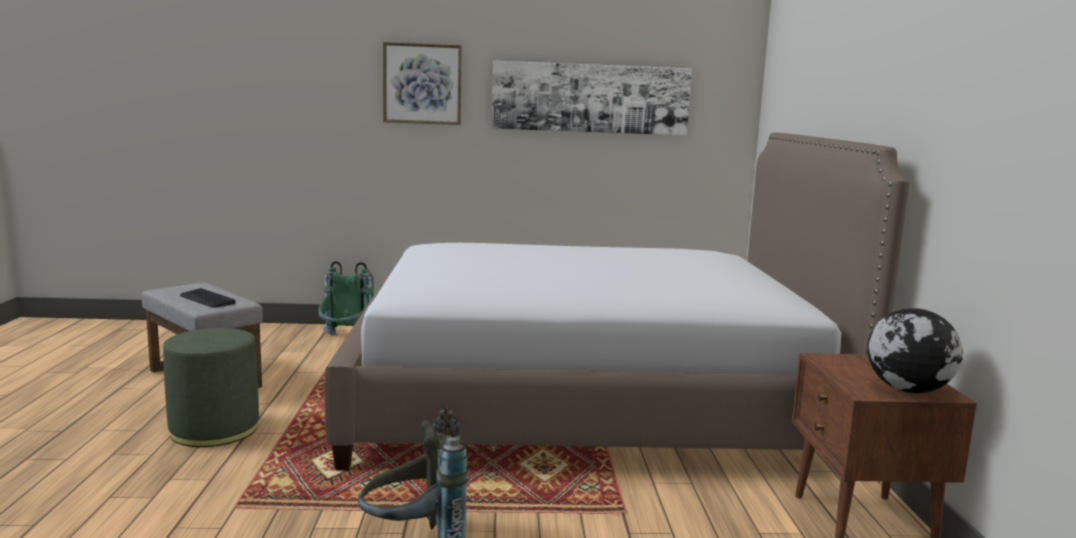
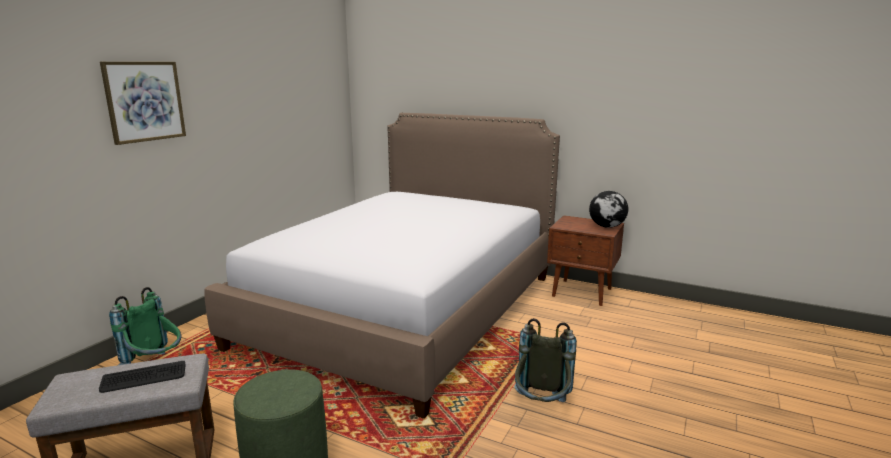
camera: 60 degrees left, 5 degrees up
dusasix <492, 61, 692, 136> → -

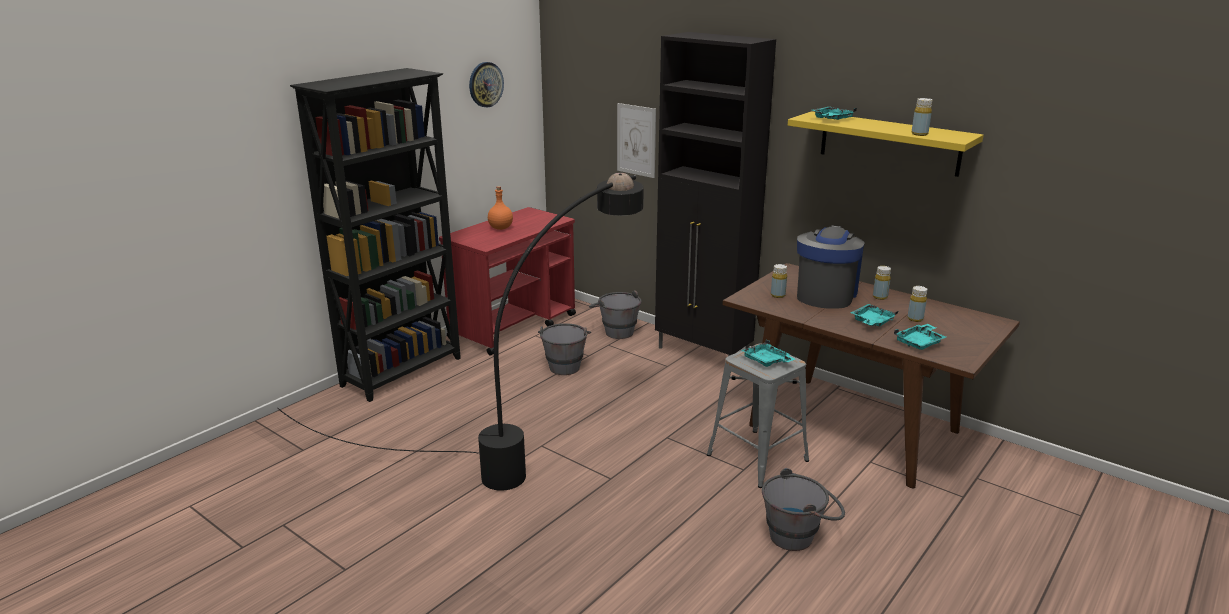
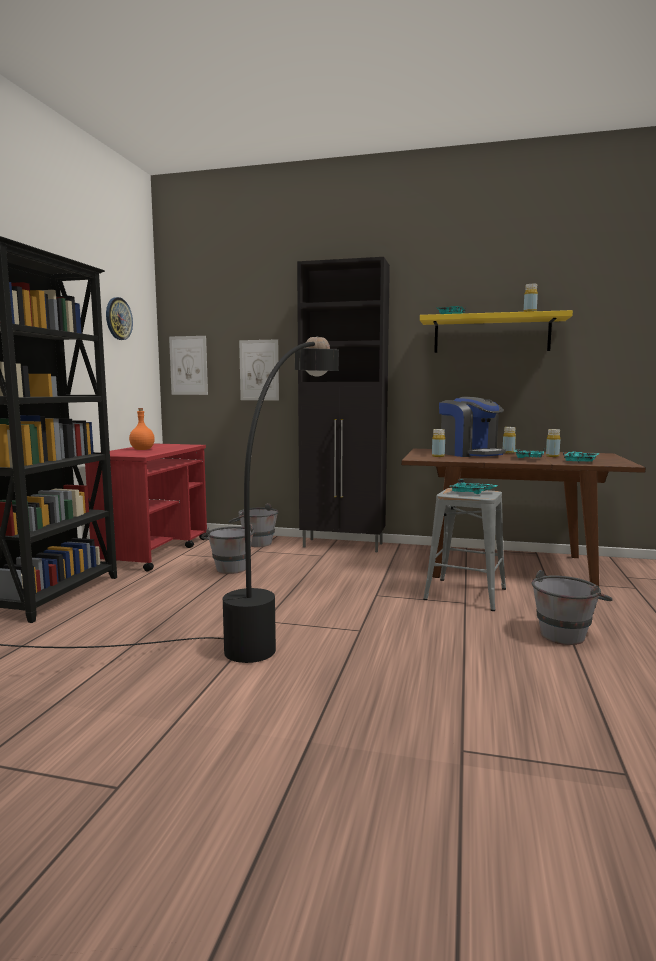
camera: 25 degrees left, 15 degrees down
- → dusasix <169, 336, 208, 395>
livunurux <797, 225, 865, 309> → livunurux <439, 397, 506, 457>, 150 degrees clockwise

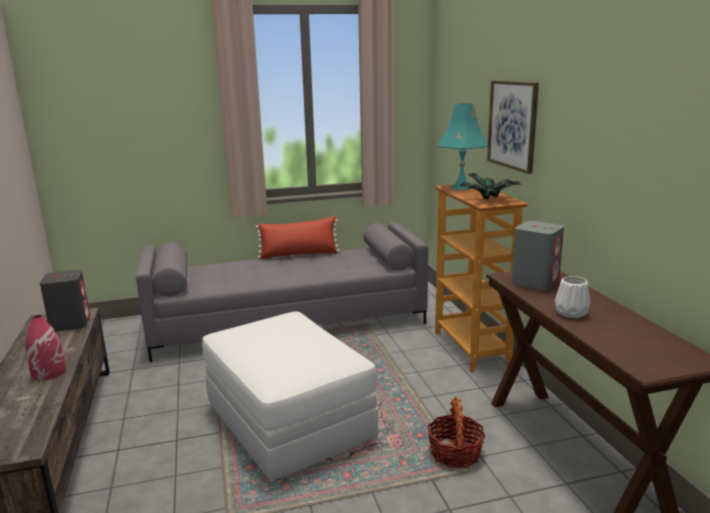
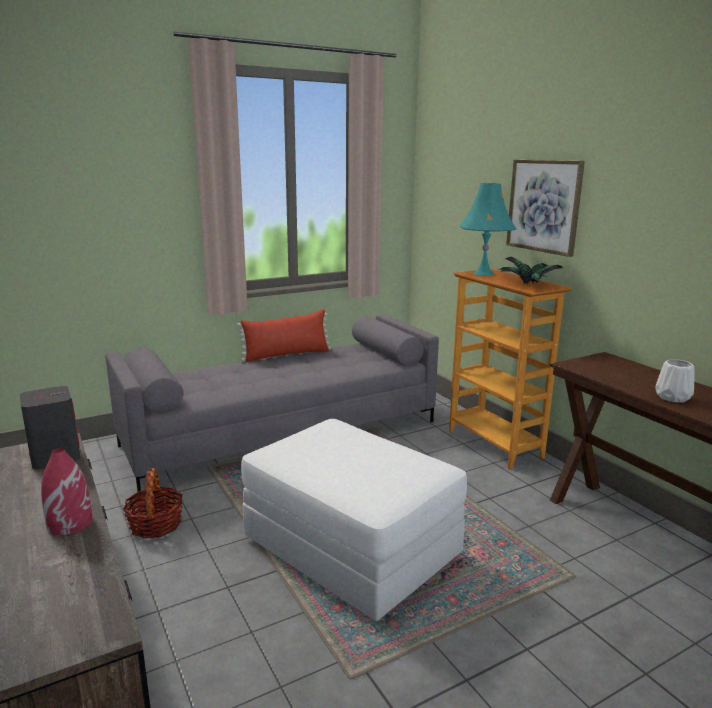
camera: 15 degrees left, 0 degrees up
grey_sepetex <512, 221, 564, 290> → -
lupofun <428, 397, 485, 468> → lupofun <123, 468, 183, 539>, move

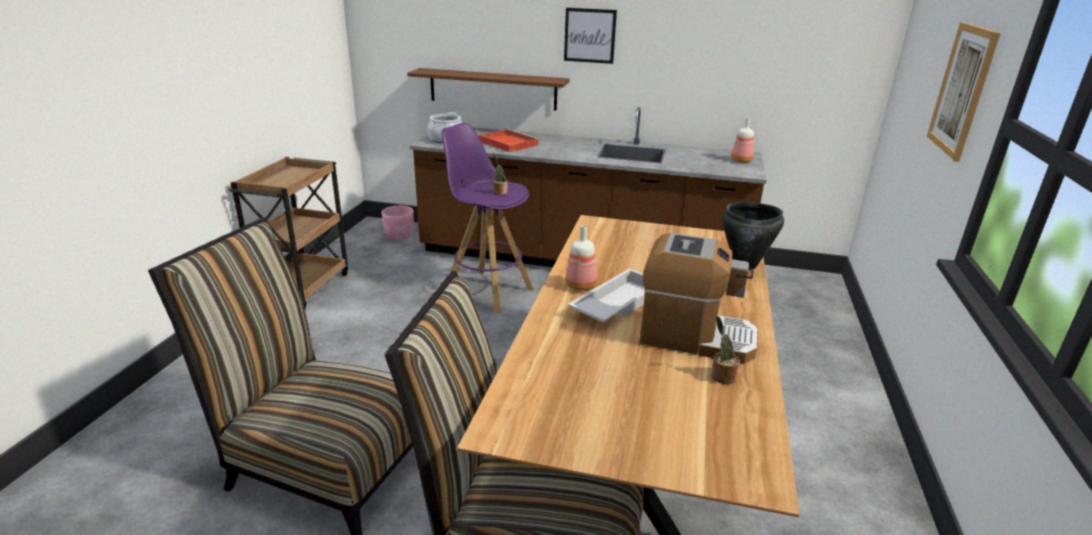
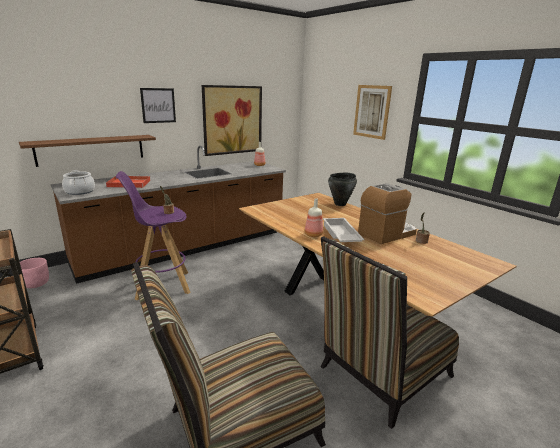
camera: 50 degrees left, 5 degrees down
- → dusasix <202, 85, 262, 156>

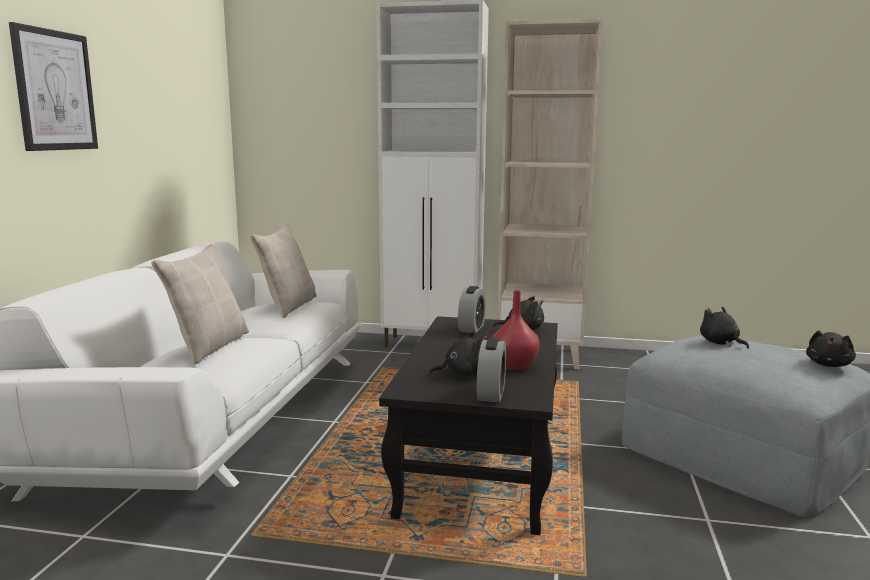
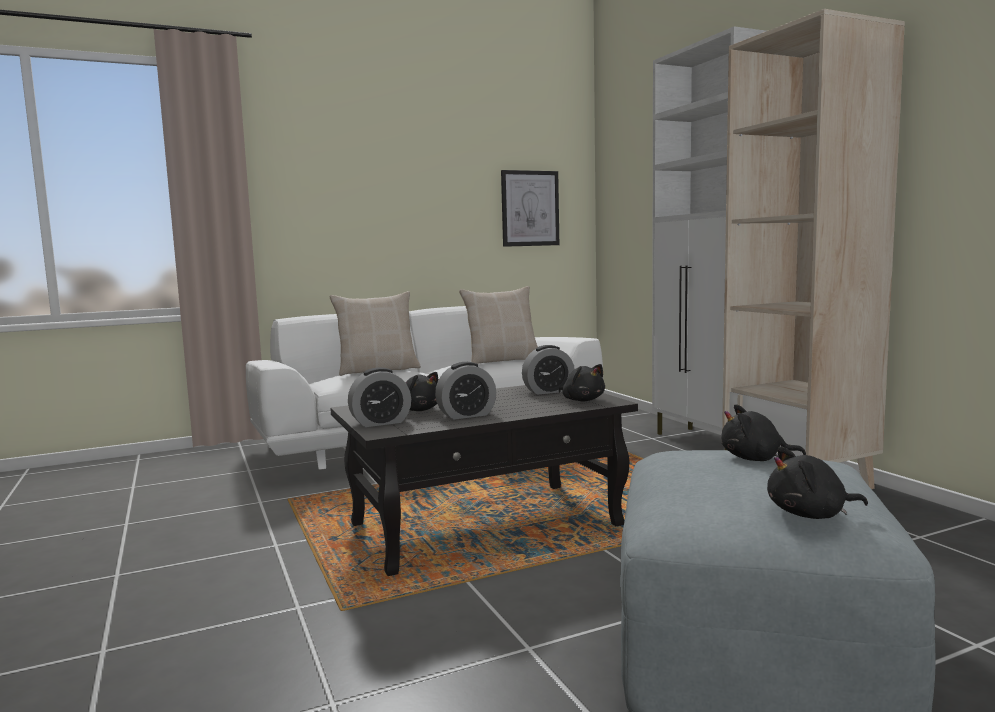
camera: 55 degrees right, 5 degrees down
dusasix <9, 22, 98, 151> → dusasix <501, 170, 559, 247>, move
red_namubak <492, 290, 539, 370> → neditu <435, 362, 496, 420>
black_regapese <700, 307, 749, 349> → black_regapese <721, 404, 806, 461>, 105 degrees counterclockwise

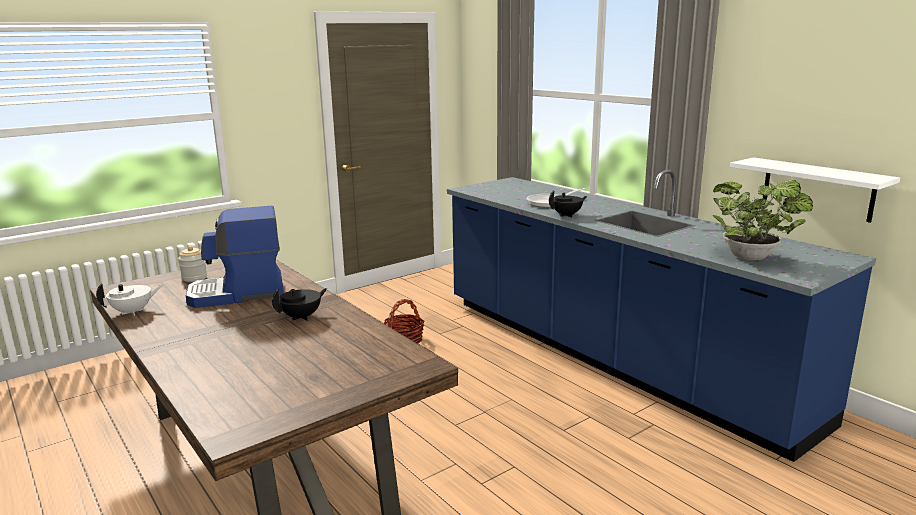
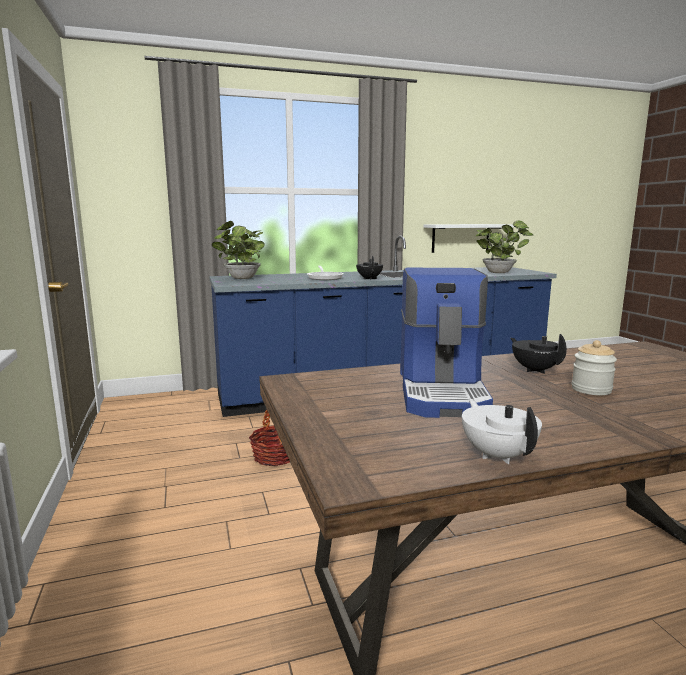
camera: 70 degrees left, 5 degrees down
- → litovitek <212, 221, 265, 279>
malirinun <178, 246, 207, 282> → malirinun <571, 340, 617, 395>, move

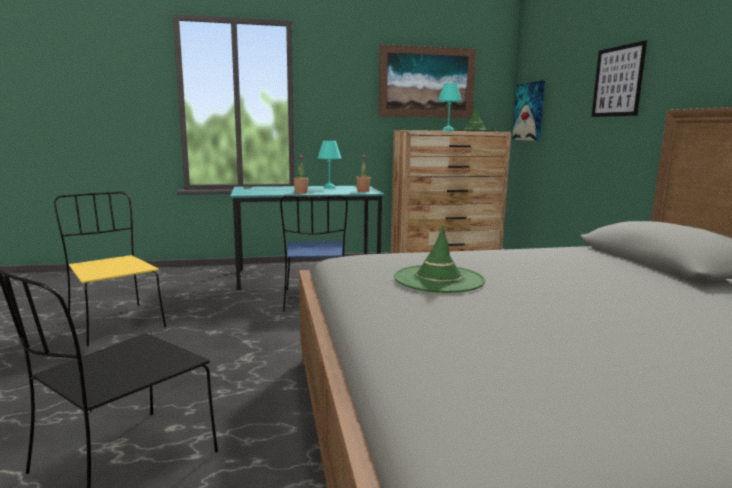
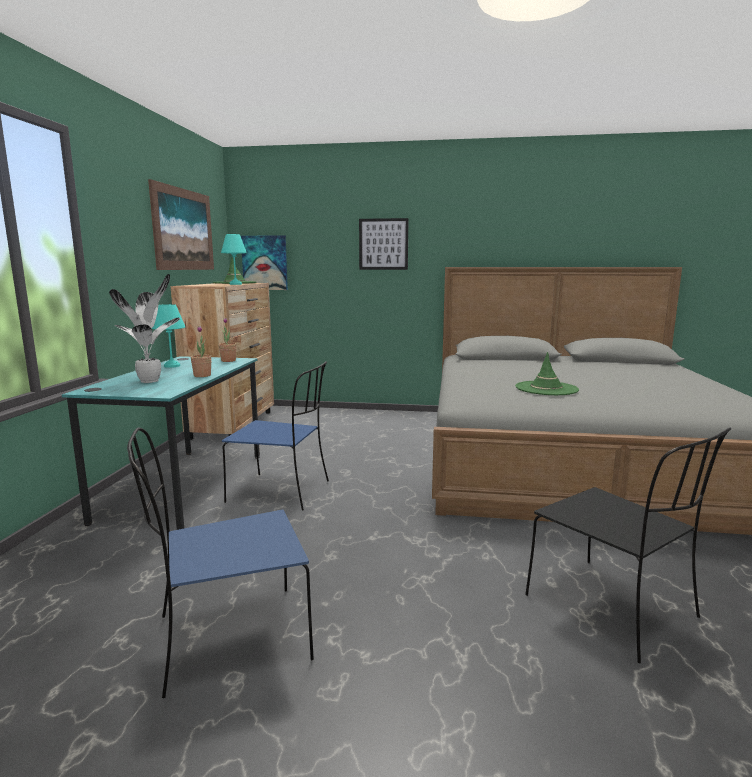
camera: 70 degrees left, 0 degrees up
- → litovitek <109, 274, 180, 383>
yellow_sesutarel <54, 192, 166, 346> → blue_sesutarel <127, 428, 314, 698>

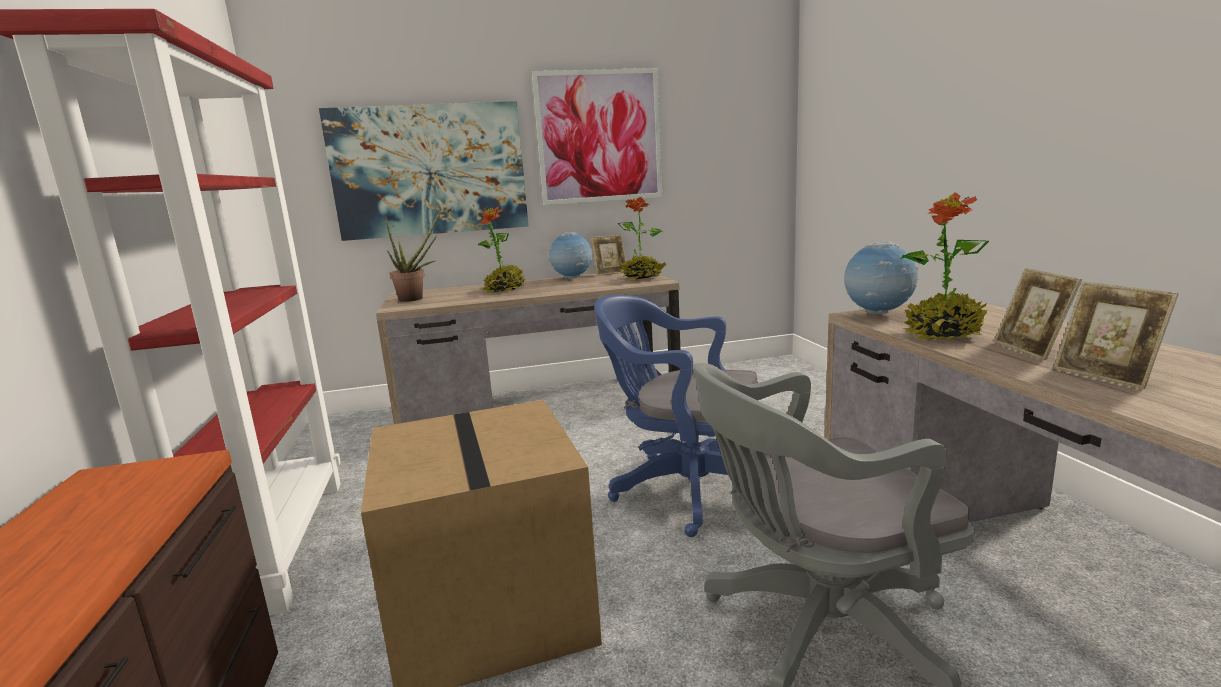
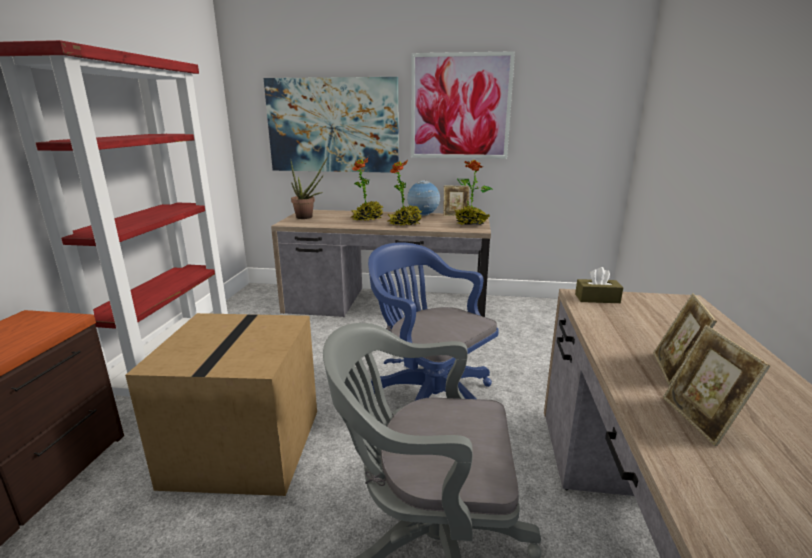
camera: 20 degrees right, 5 degrees up
litovitek <901, 192, 989, 340> → litovitek <388, 160, 422, 226>, move
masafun <844, 241, 918, 314> → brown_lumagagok <575, 267, 623, 303>

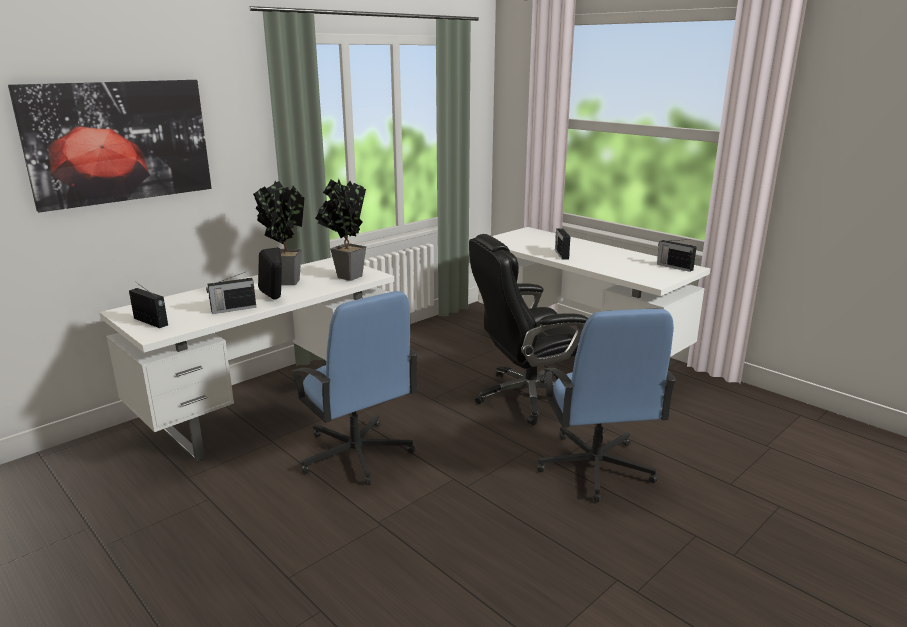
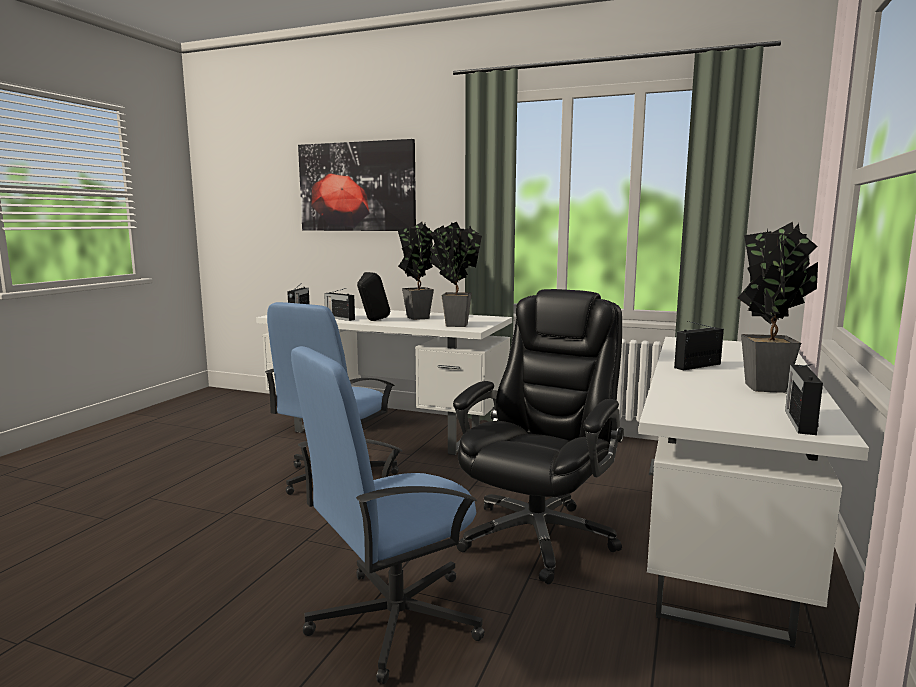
camera: 65 degrees right, 10 degrees down
- → litovitek <738, 222, 818, 393>
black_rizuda <469, 234, 588, 425> → black_rizuda <453, 289, 624, 584>, 75 degrees clockwise

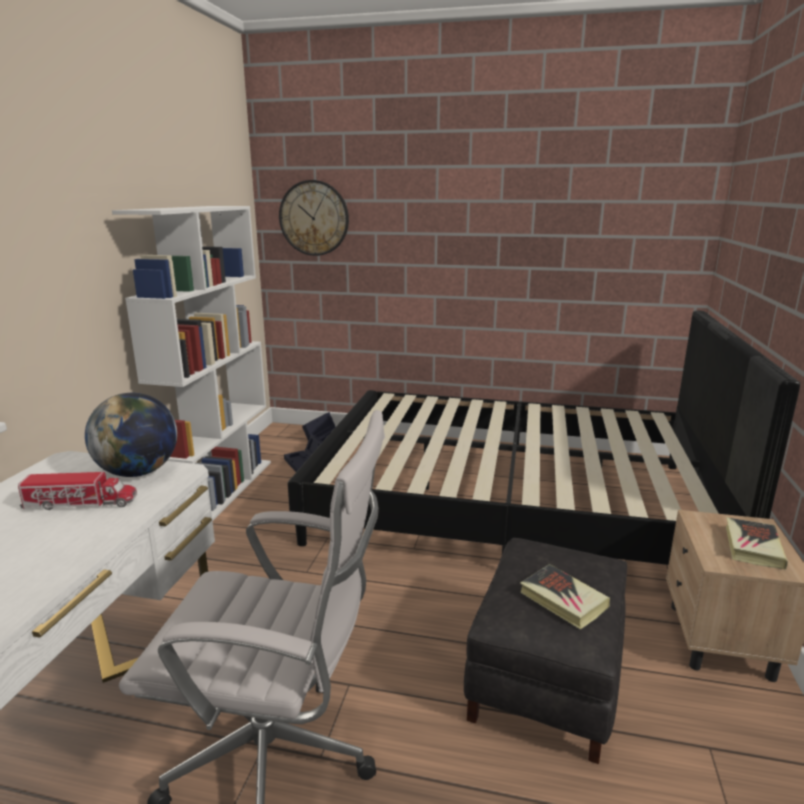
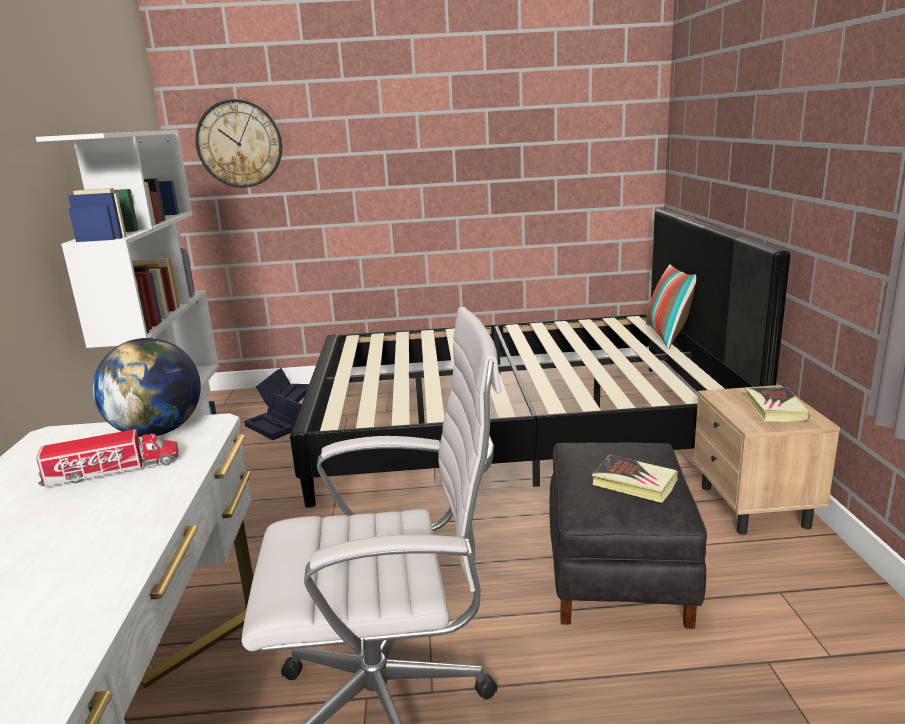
camera: 15 degrees left, 0 degrees up
- → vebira <646, 264, 696, 349>

